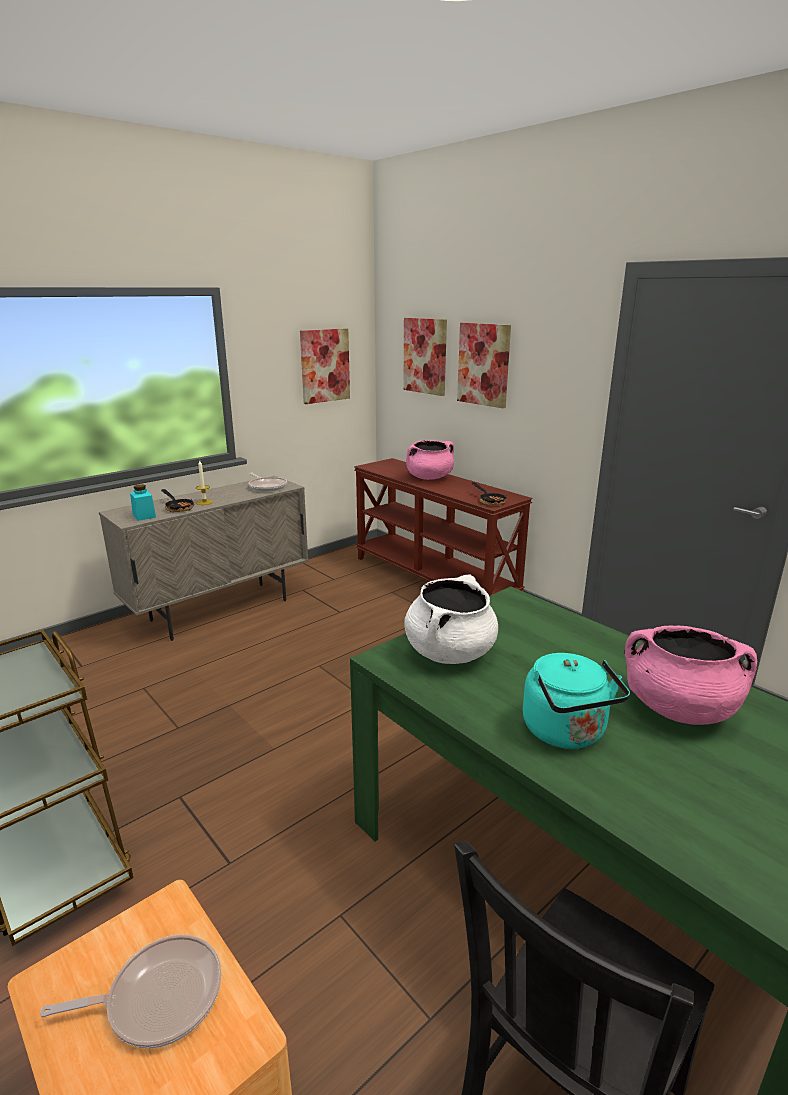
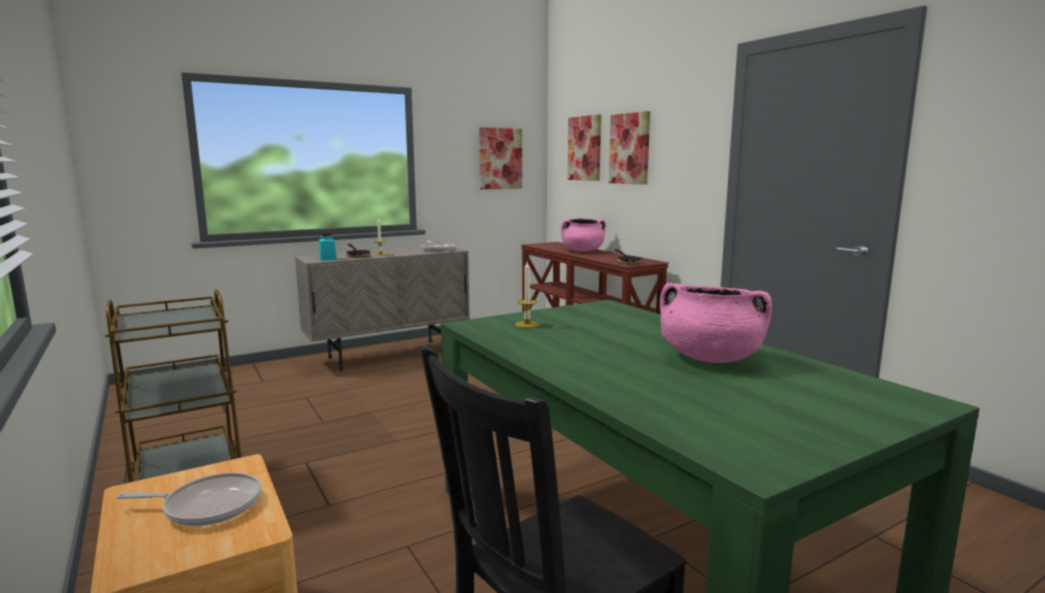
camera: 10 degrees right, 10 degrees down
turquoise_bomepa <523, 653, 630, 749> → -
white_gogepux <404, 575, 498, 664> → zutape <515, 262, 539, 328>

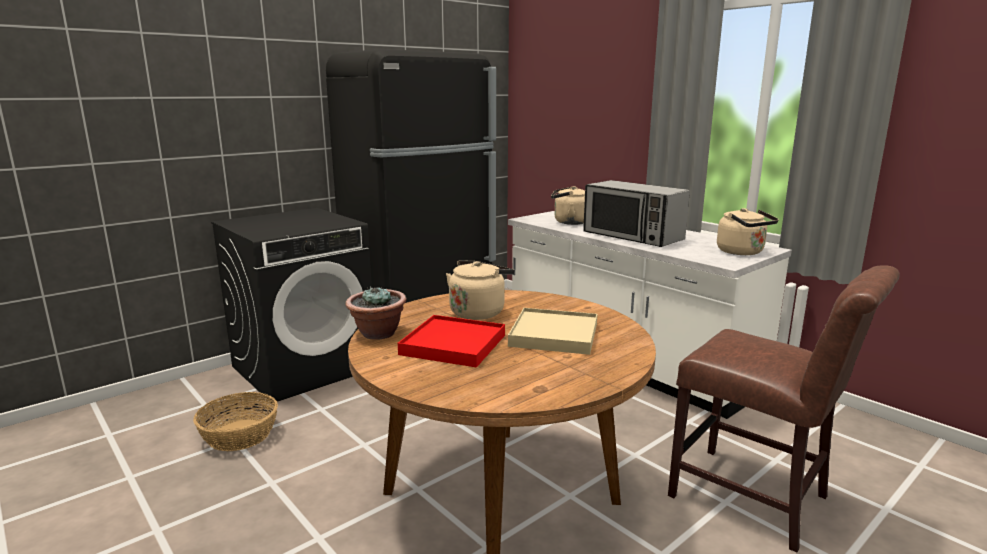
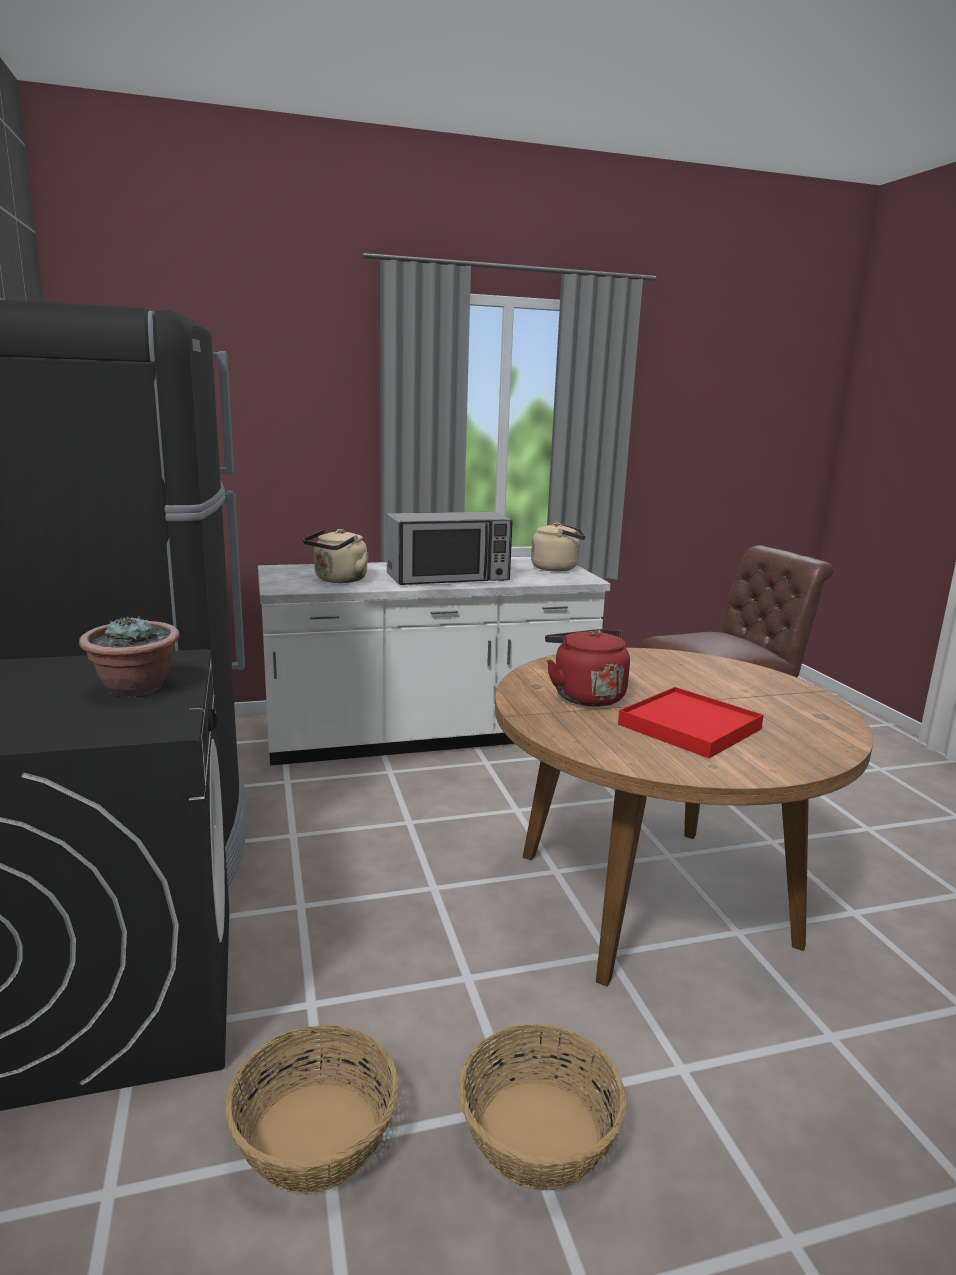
camera: 65 degrees left, 0 degrees up
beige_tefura <508, 308, 597, 355> → -
- → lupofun <459, 1024, 626, 1190>
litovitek <345, 287, 407, 340> → litovitek <79, 615, 180, 697>, move
beige_bomepa <446, 261, 515, 320> → red_bomepa <545, 629, 630, 707>

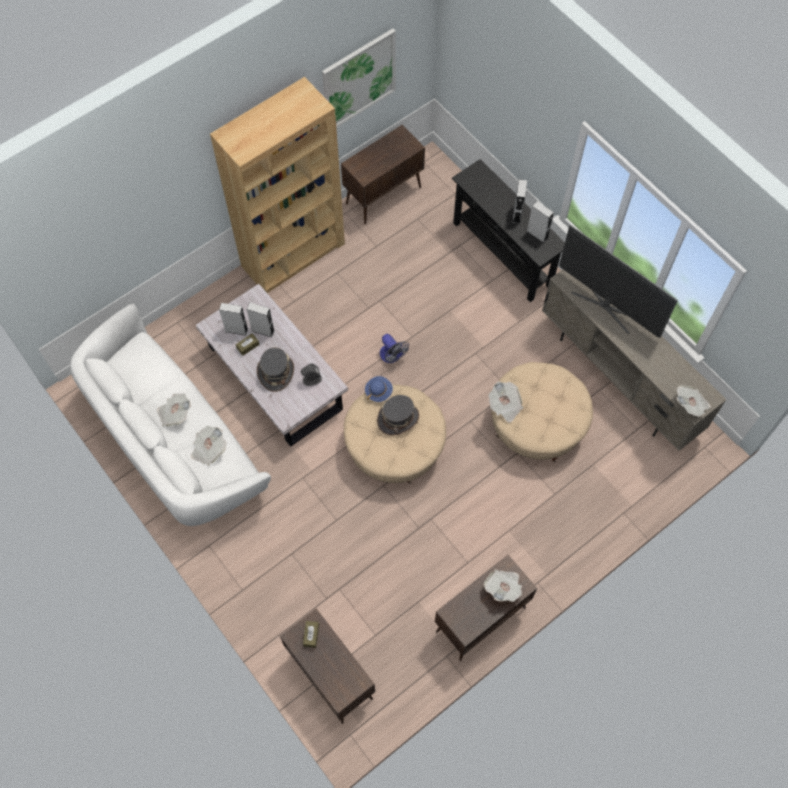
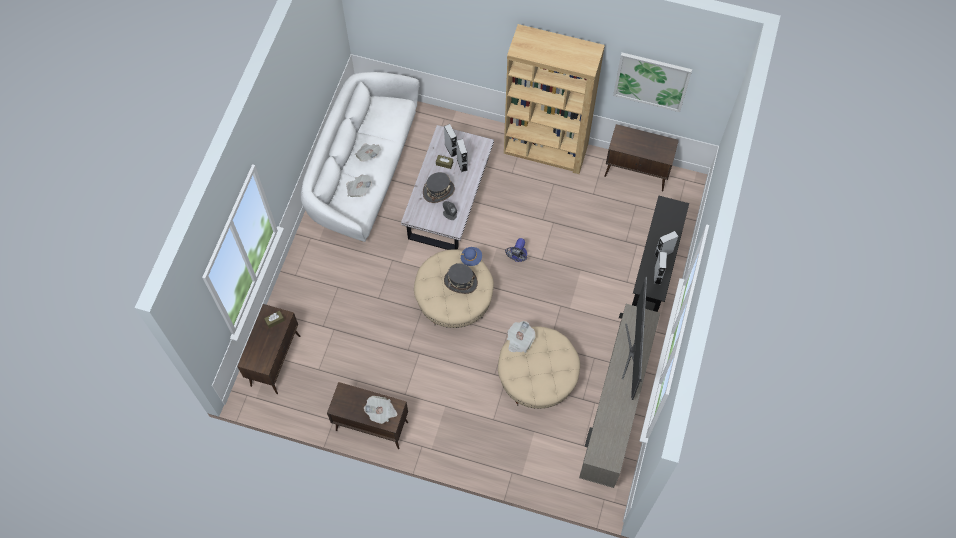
camera: 55 degrees right, 0 degrees up
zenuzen <676, 385, 711, 417> → -

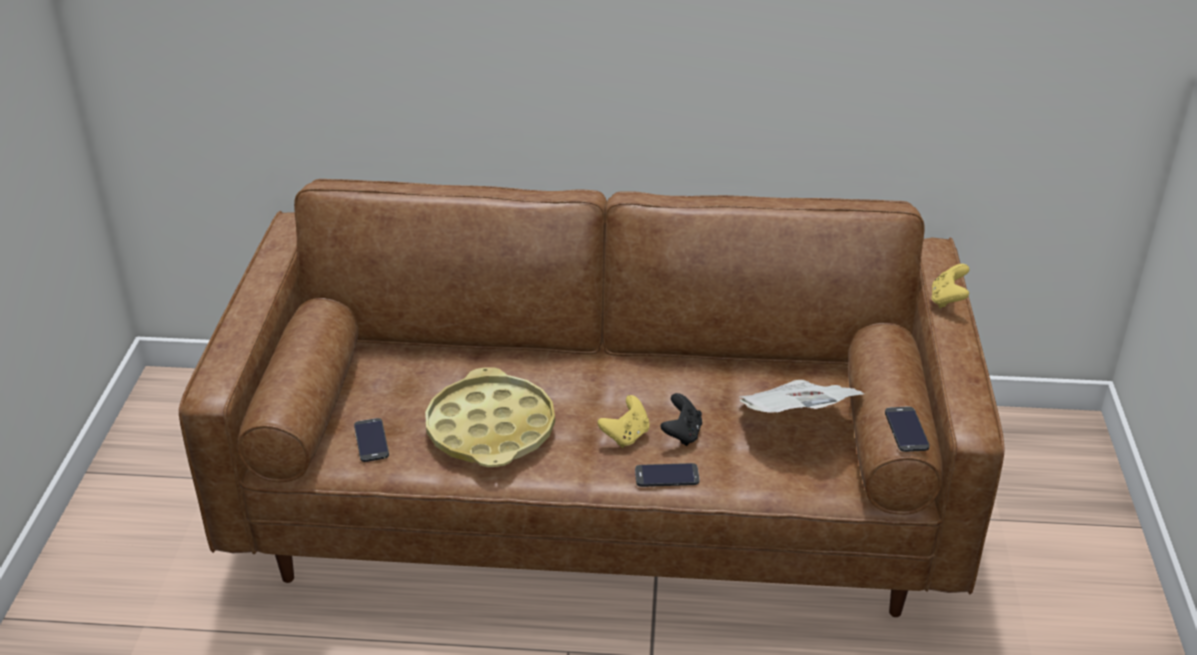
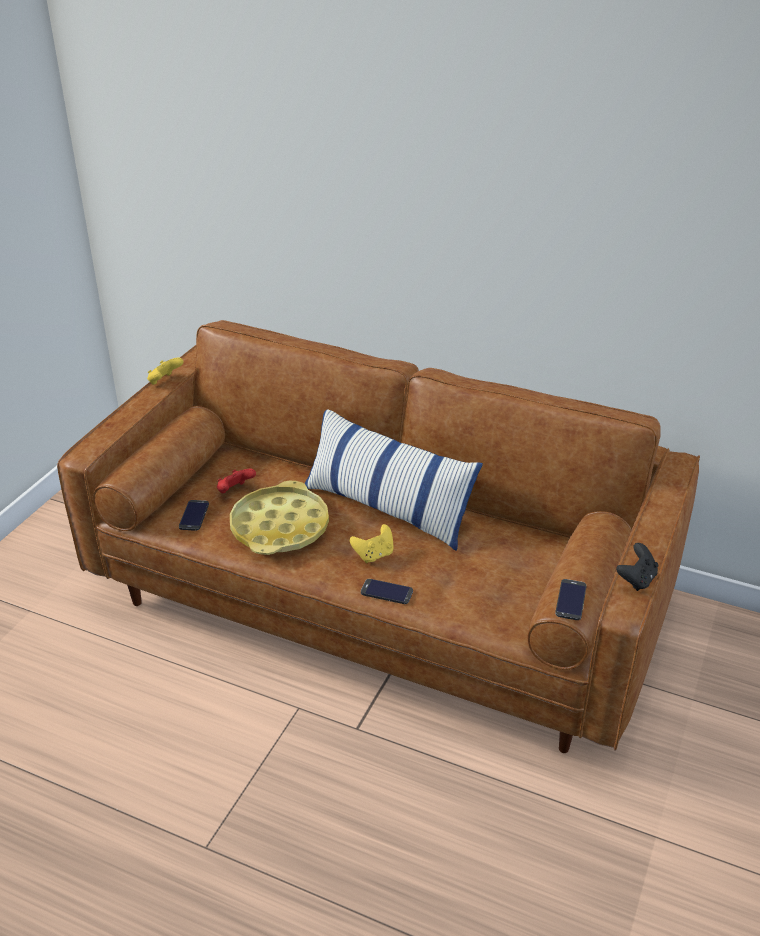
camera: 20 degrees right, 0 degrees up
zenuzen <740, 380, 864, 413> → -
- → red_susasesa <217, 469, 256, 493>
- → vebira <304, 410, 483, 551>
black_susasesa <661, 393, 702, 446> → black_susasesa <616, 543, 658, 591>, move
yellow_susasesa <931, 264, 969, 308> → yellow_susasesa <147, 358, 184, 385>, move

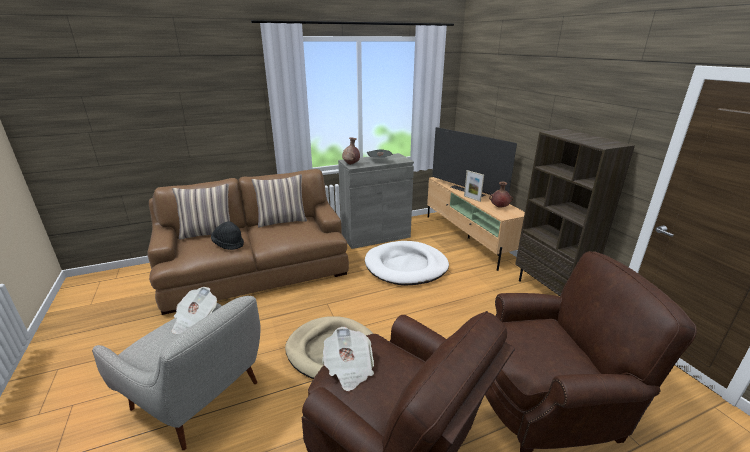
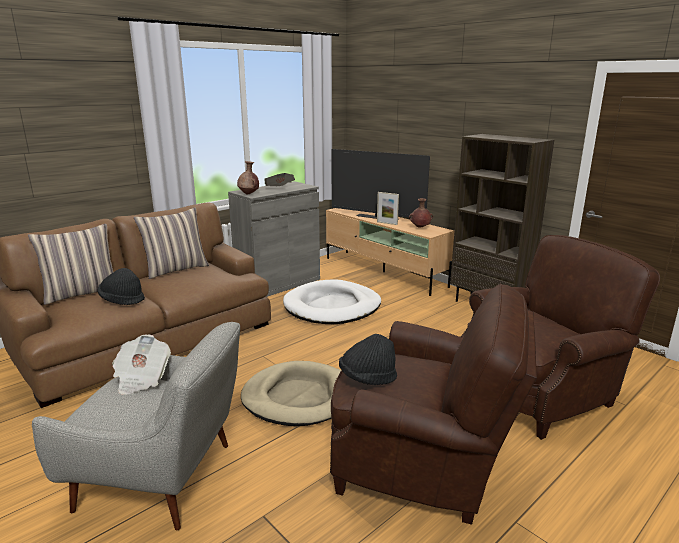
camera: 20 degrees left, 5 degrees down
zenuzen <322, 327, 374, 391> → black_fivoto <339, 334, 397, 385>

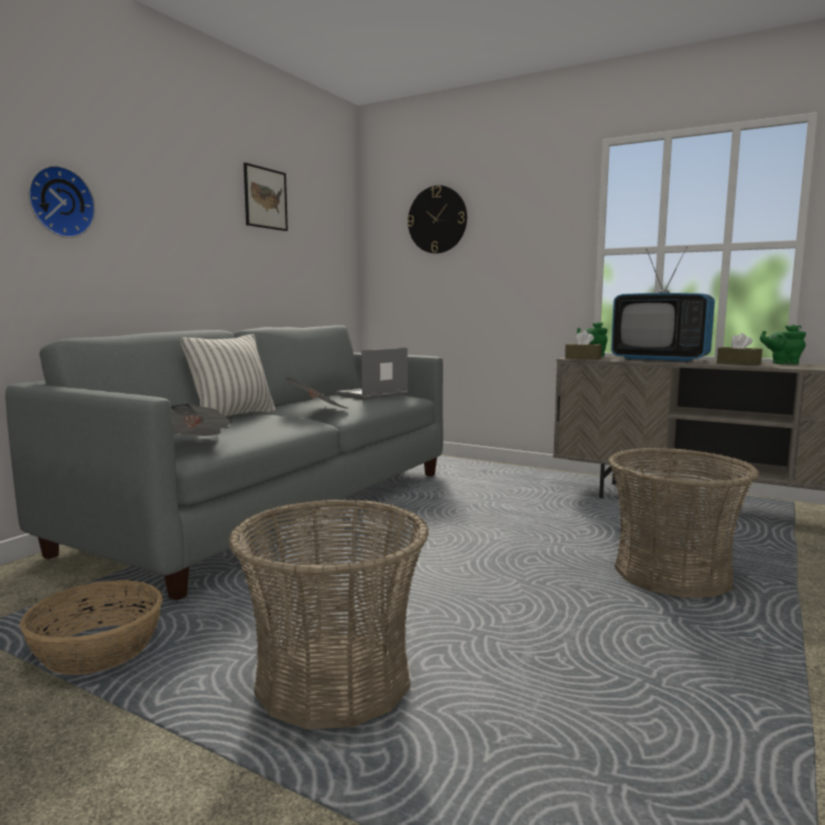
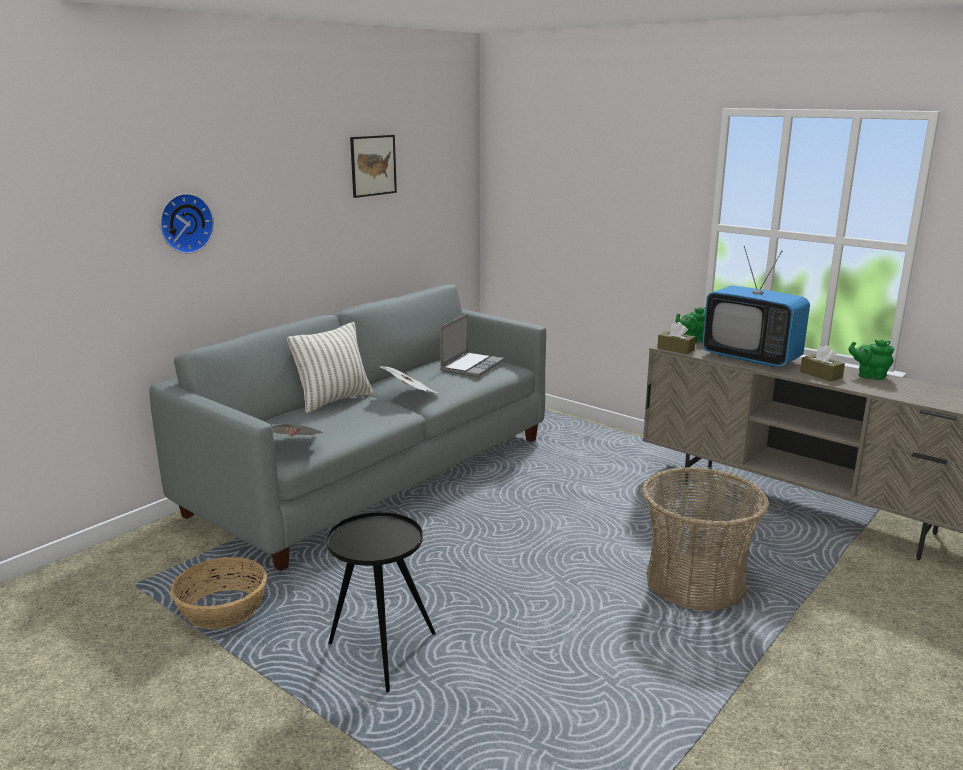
camera: 10 degrees right, 10 degrees up
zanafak <407, 185, 467, 253> → -
lupofun <229, 499, 429, 729> → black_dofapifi <326, 512, 436, 692>
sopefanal <336, 347, 408, 400> → sopefanal <440, 313, 504, 377>, 150 degrees clockwise

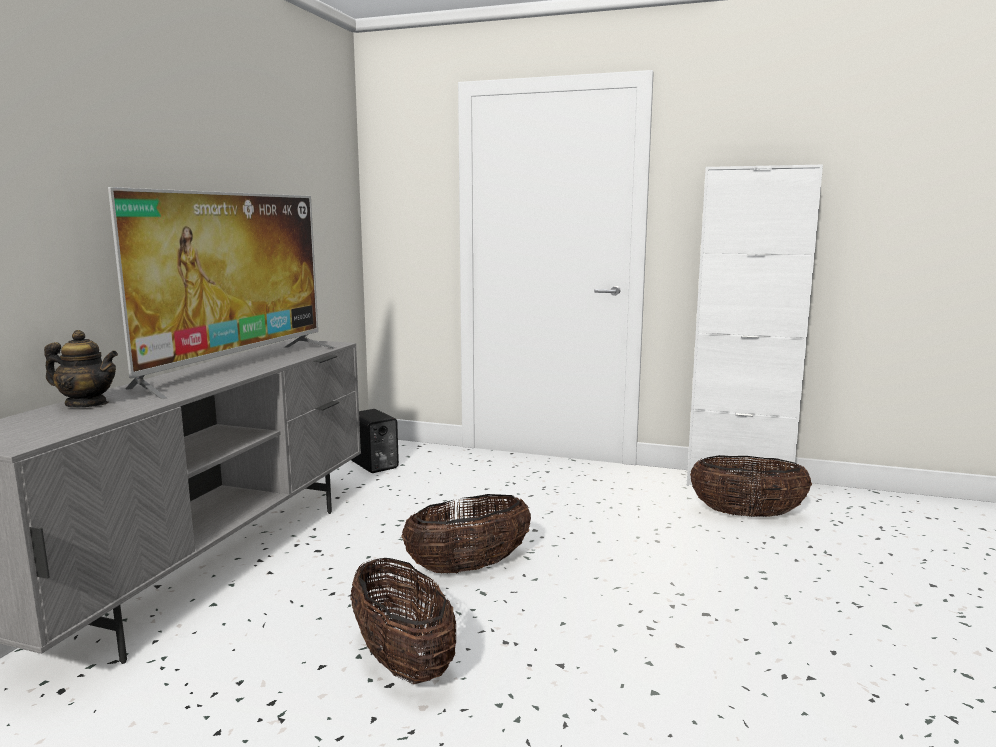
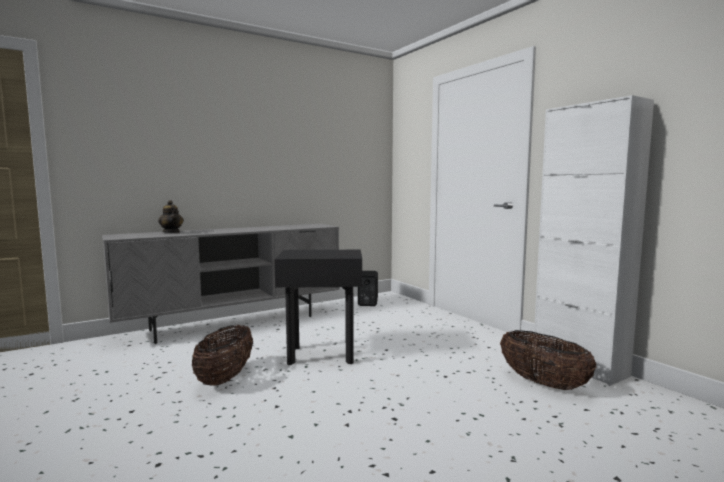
camera: 40 degrees right, 5 degrees down
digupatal <108, 187, 336, 399> → -
lupofun <402, 494, 531, 574> → black_dofapifi <274, 250, 362, 365>

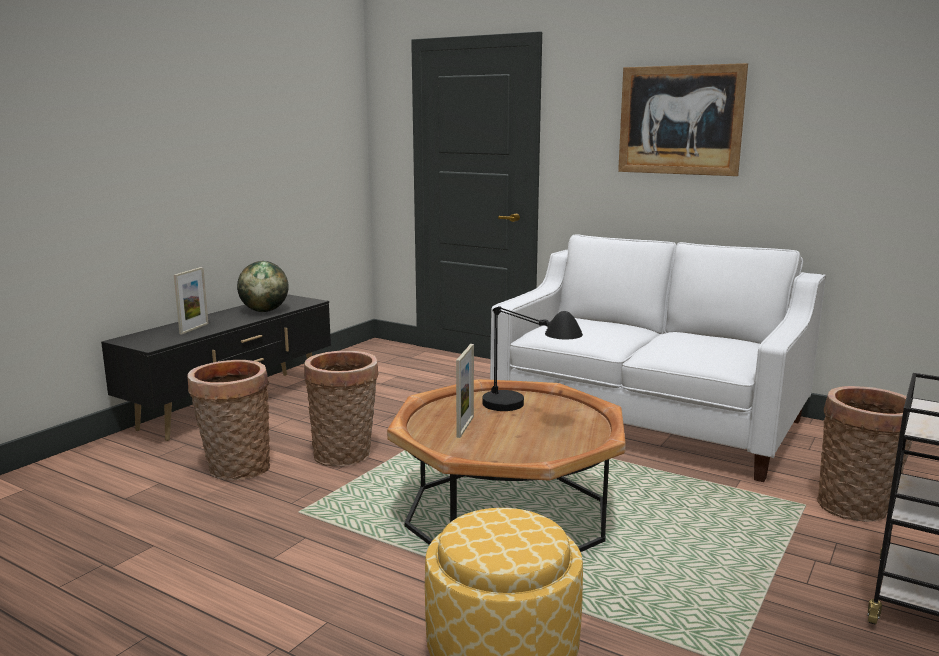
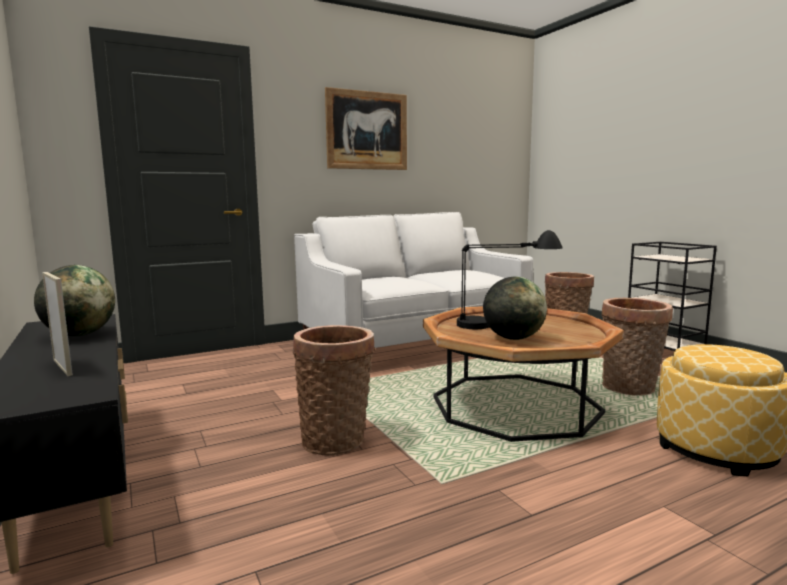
camera: 60 degrees left, 5 degrees down
lupofun <187, 360, 270, 480> → lupofun <602, 298, 673, 395>, move
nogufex <456, 344, 474, 438> → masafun <483, 277, 547, 340>

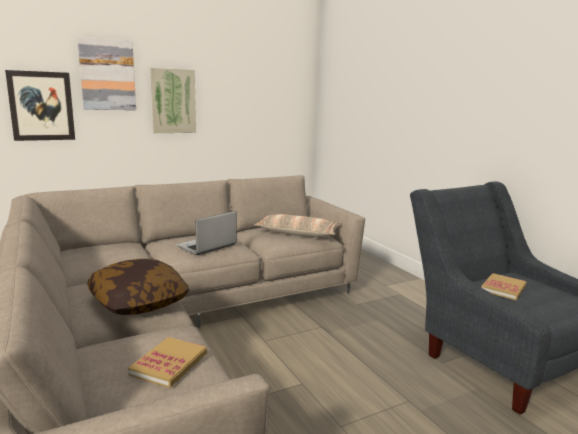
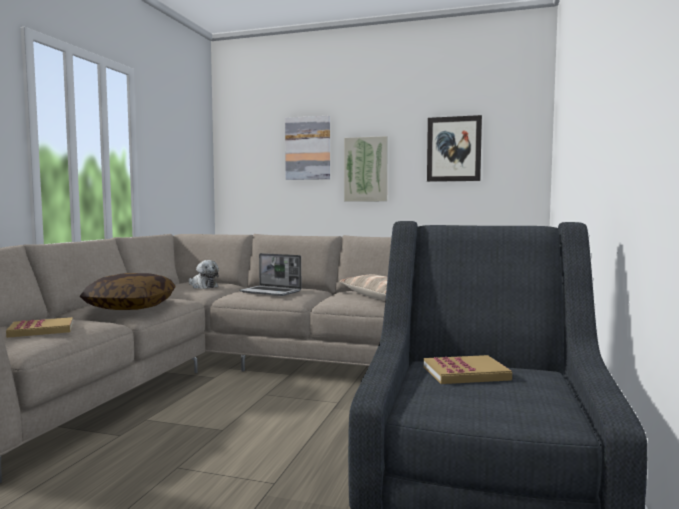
camera: 45 degrees right, 10 degrees down
- → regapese <189, 260, 219, 289>
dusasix <5, 70, 75, 141> → dusasix <427, 115, 482, 182>, move
sopefanal <176, 211, 237, 255> → sopefanal <239, 253, 301, 296>, 150 degrees counterclockwise

